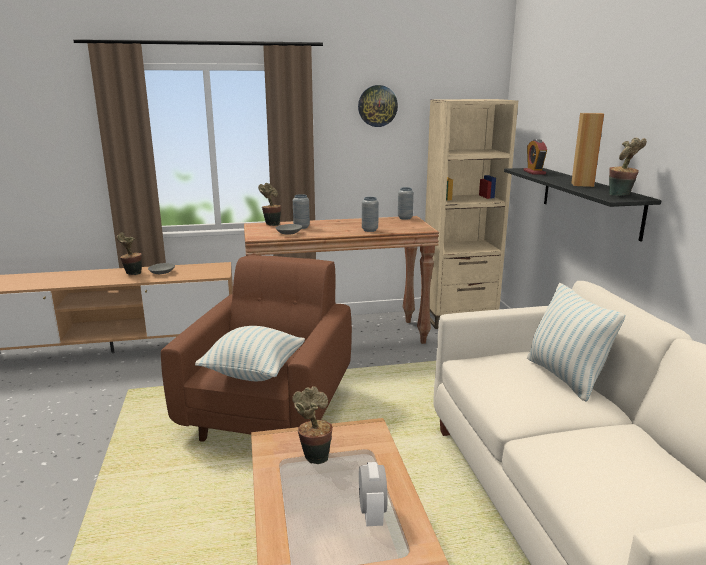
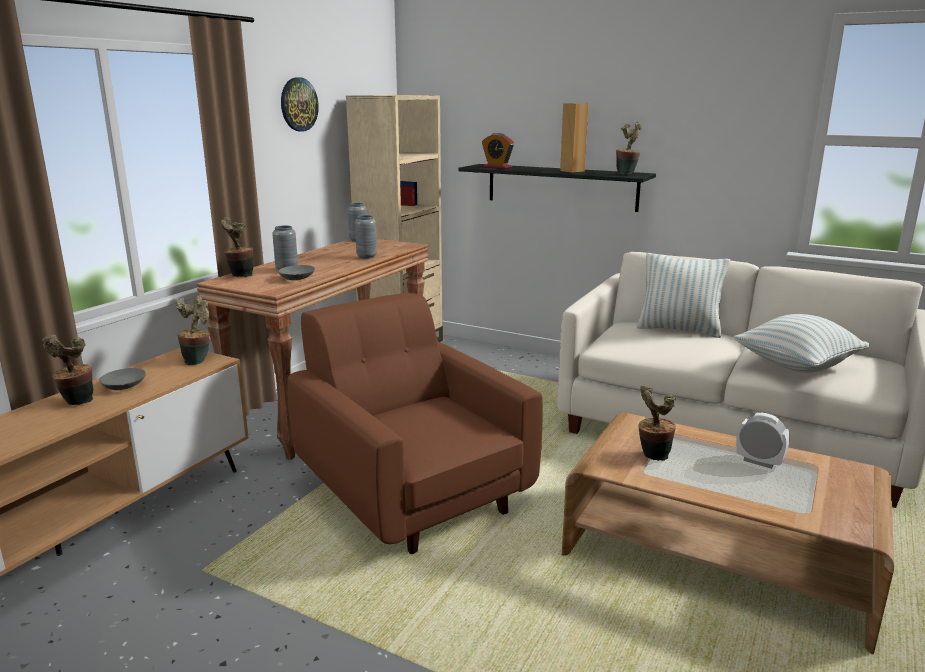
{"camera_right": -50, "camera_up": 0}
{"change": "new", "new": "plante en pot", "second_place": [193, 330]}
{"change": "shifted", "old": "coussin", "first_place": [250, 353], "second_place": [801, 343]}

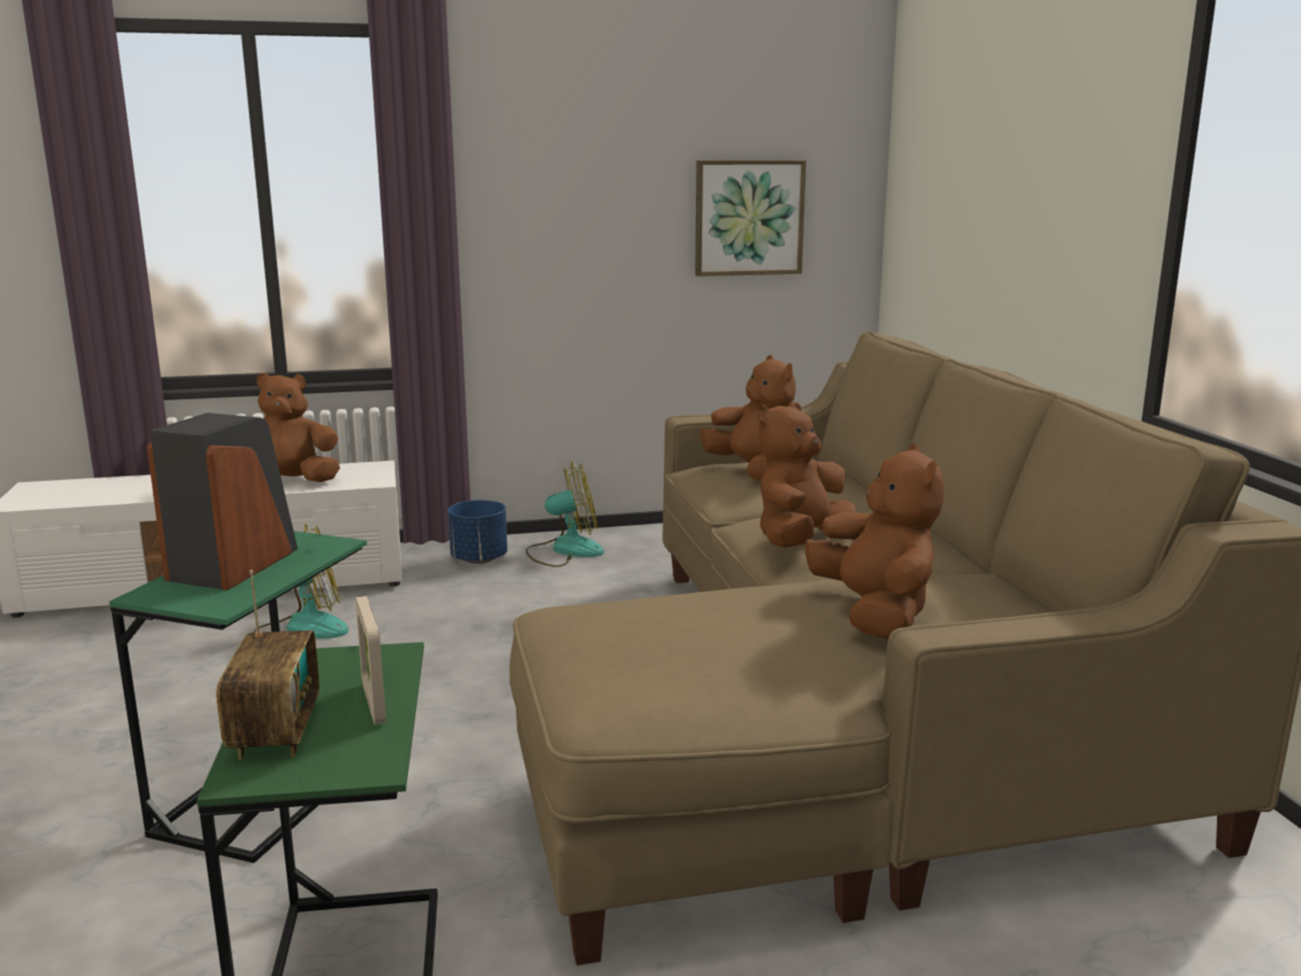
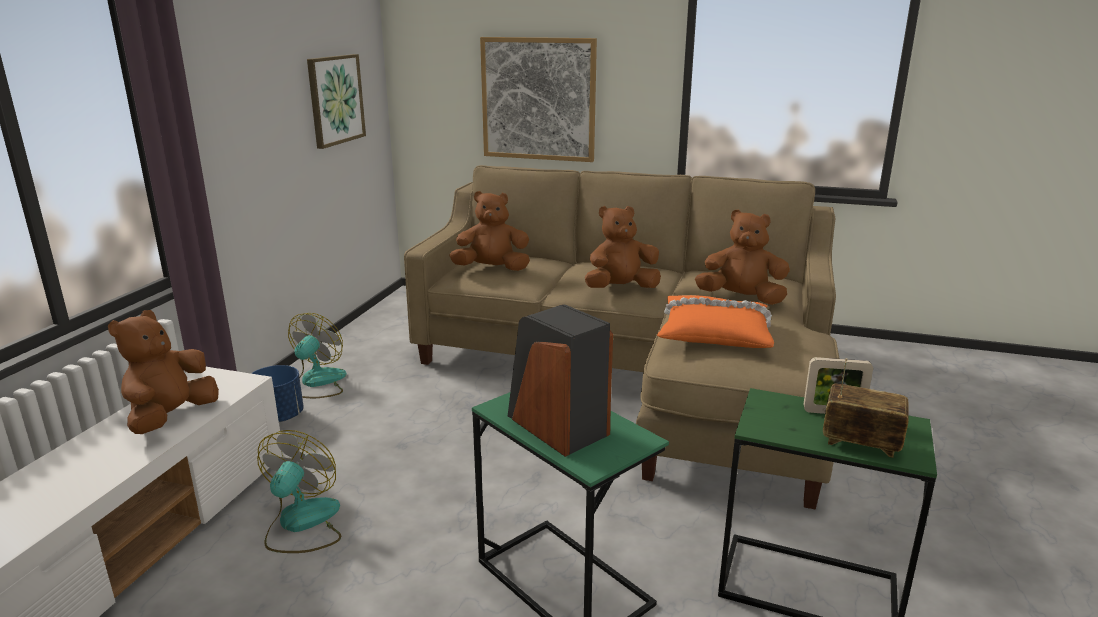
{"camera_right": -60, "camera_up": 5}
{"change": "new", "new": "tableau", "second_place": [538, 99]}
{"change": "rotated", "old": "peluche/marron", "first_place": [807, 474], "second_place": [623, 247], "degrees": 90}
{"change": "new", "new": "coussin/orange", "second_place": [715, 321]}

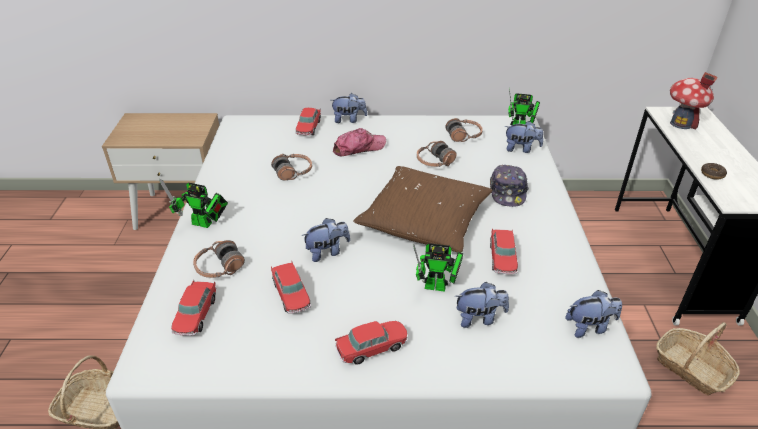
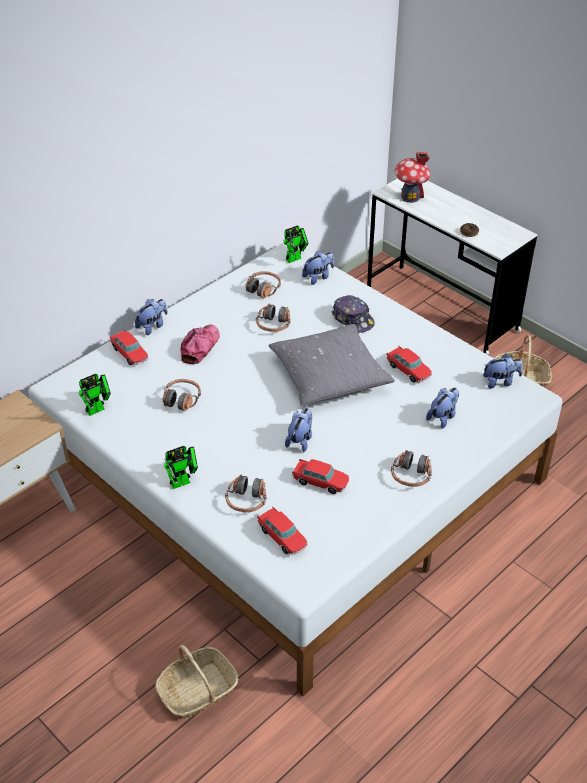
{"camera_right": -45, "camera_up": 5}
{"change": "shifted", "old": "robot jouet", "first_place": [438, 267], "second_place": [95, 395]}
{"change": "repainted", "old": "coussin/marron", "new": "coussin/gris", "first_place": [423, 209], "second_place": [331, 365]}
{"change": "swapped", "old": "petite voiture", "new": "casque audio", "first_place": [371, 343], "second_place": [411, 468]}
{"change": "rotated", "old": "peluche", "first_place": [593, 314], "second_place": [503, 371], "degrees": 45}

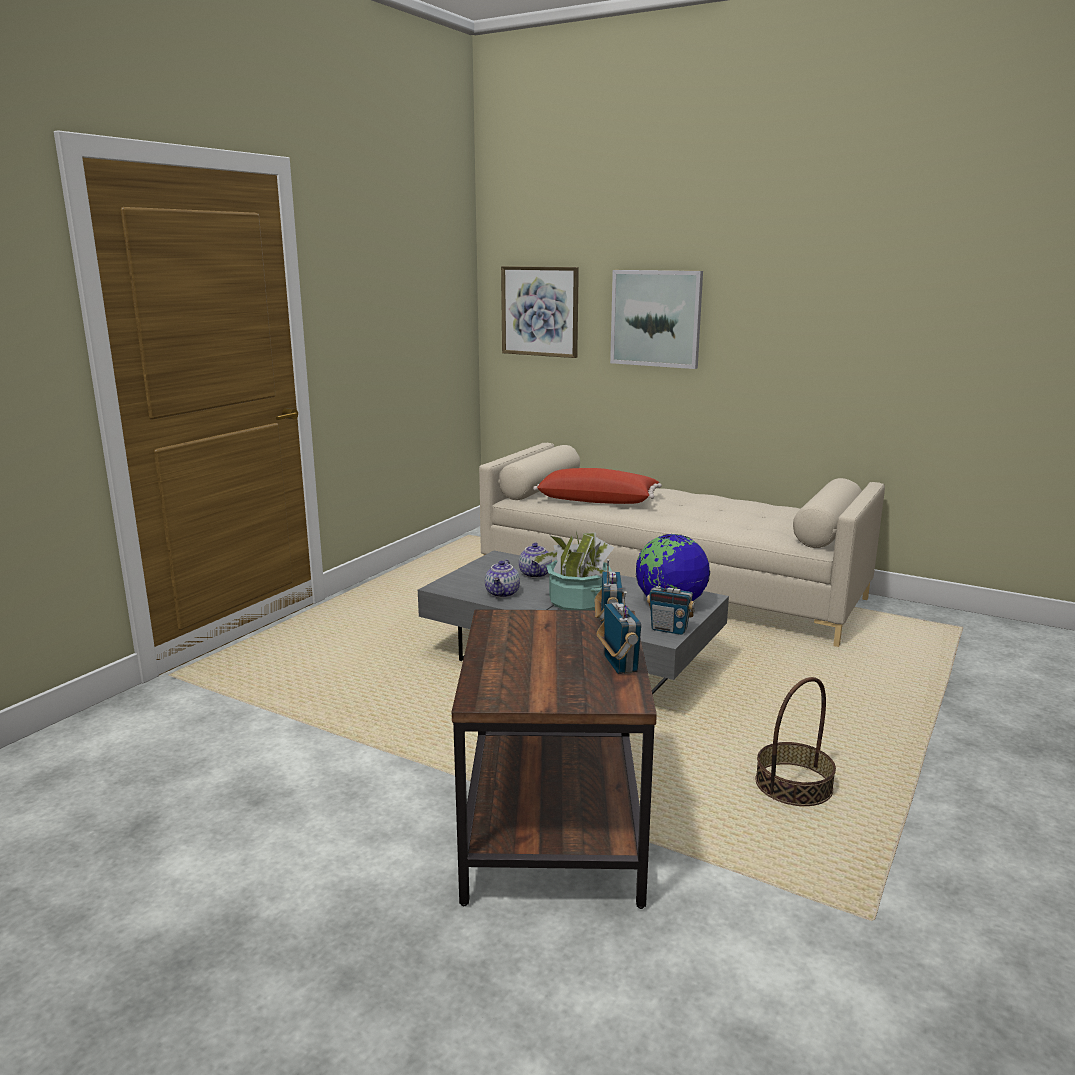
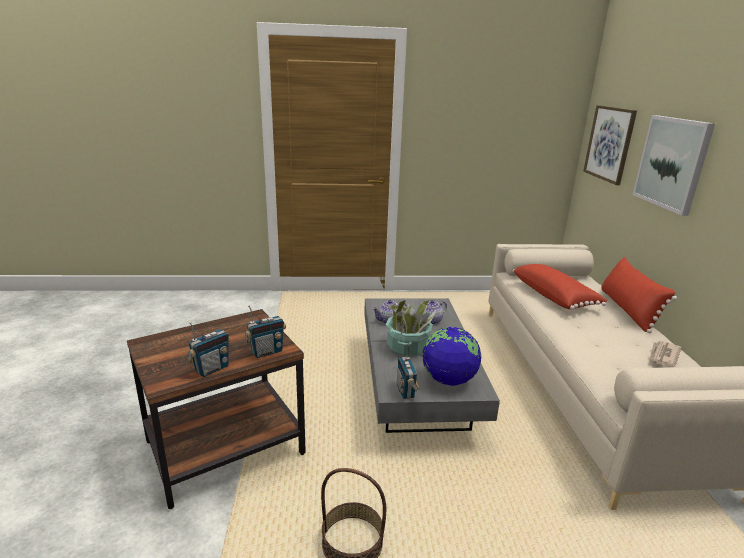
{"camera_right": 55, "camera_up": 5}
{"change": "new", "new": "coussin/rouge", "second_place": [639, 295]}
{"change": "new", "new": "journal", "second_place": [665, 354]}

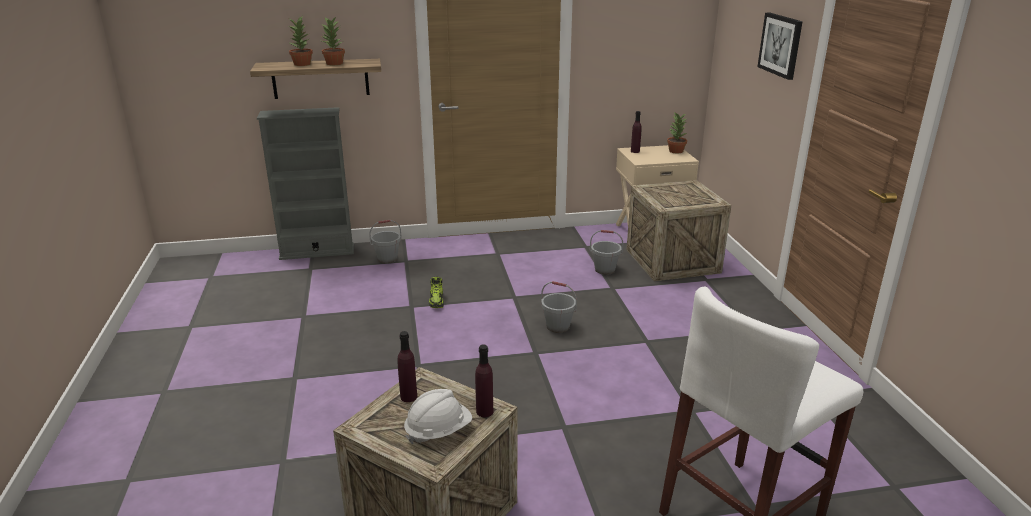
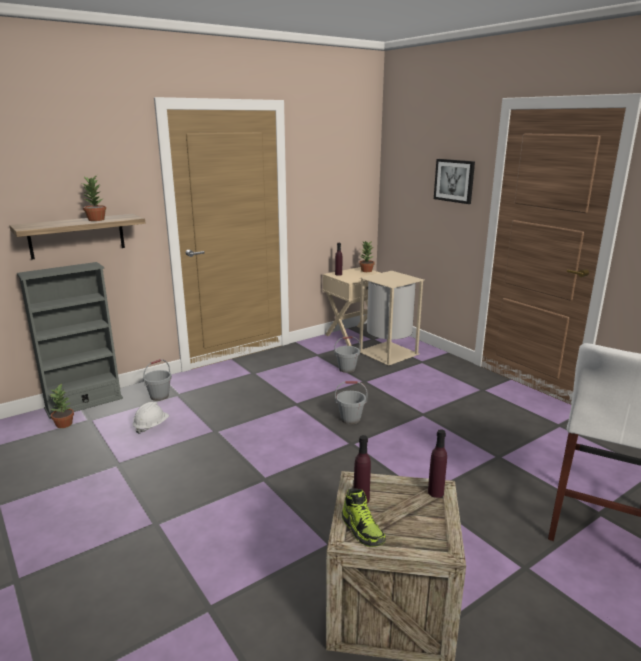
{"camera_right": -25, "camera_up": -5}
{"change": "shifted", "old": "plante en pot", "first_place": [301, 41], "second_place": [61, 406]}
{"change": "shifted", "old": "casque de chantier/blanc", "first_place": [438, 416], "second_place": [151, 418]}
{"change": "shifted", "old": "chaussure", "first_place": [436, 292], "second_place": [364, 518]}
{"change": "swapped", "old": "caisse", "new": "poubelle/beige", "first_place": [679, 230], "second_place": [391, 318]}

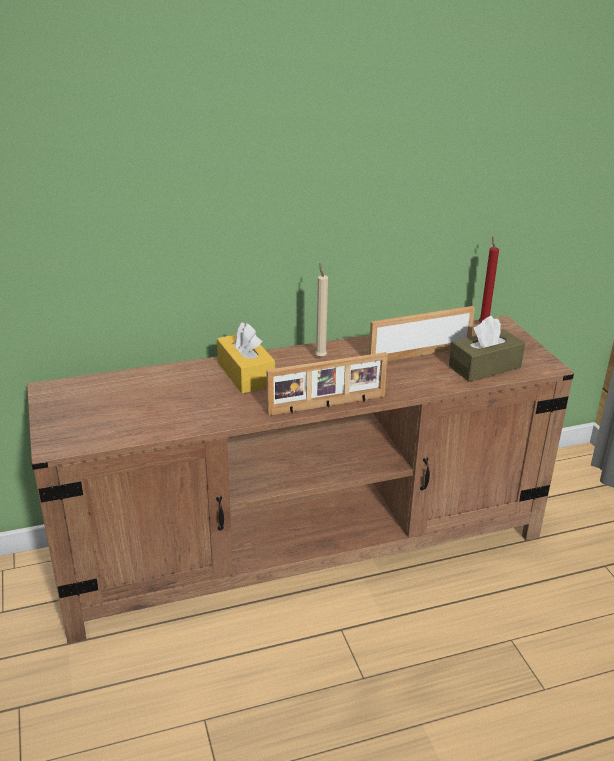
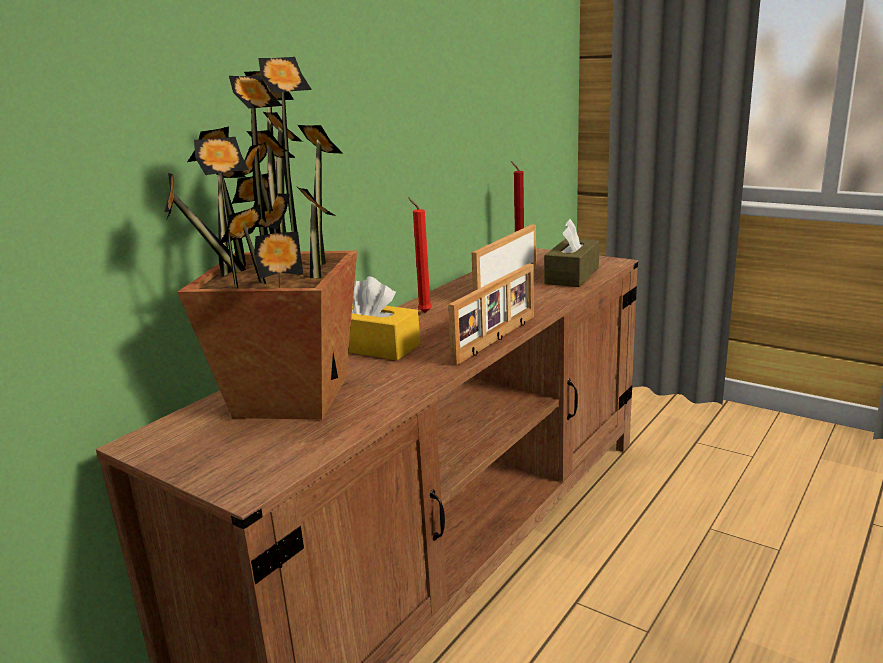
{"camera_right": -35, "camera_up": -10}
{"change": "new", "new": "plante en pot", "second_place": [261, 238]}
{"change": "repainted", "old": "bougie/beige", "new": "bougie/rouge", "first_place": [321, 311], "second_place": [420, 255]}

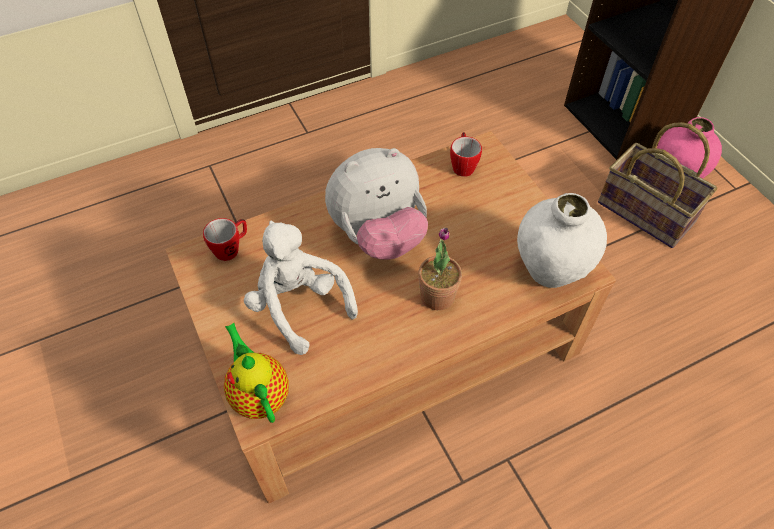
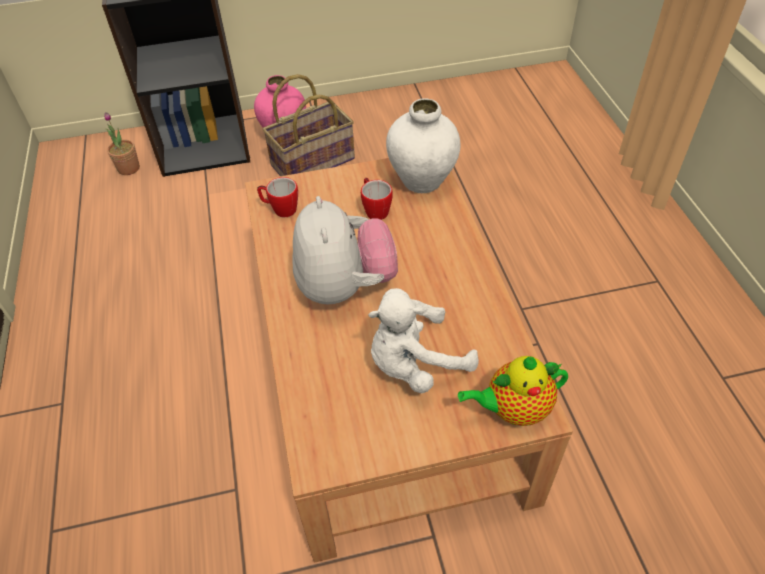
{"camera_right": -75, "camera_up": -5}
{"change": "shifted", "old": "plante en pot", "first_place": [440, 269], "second_place": [122, 143]}
{"change": "shifted", "old": "mug", "first_place": [225, 239], "second_place": [377, 199]}

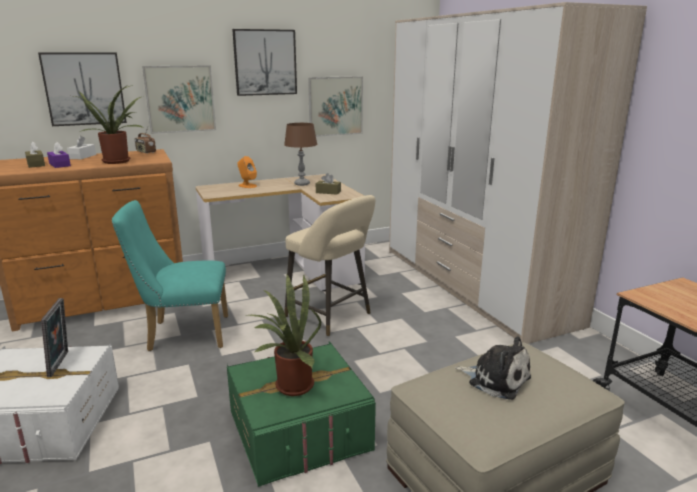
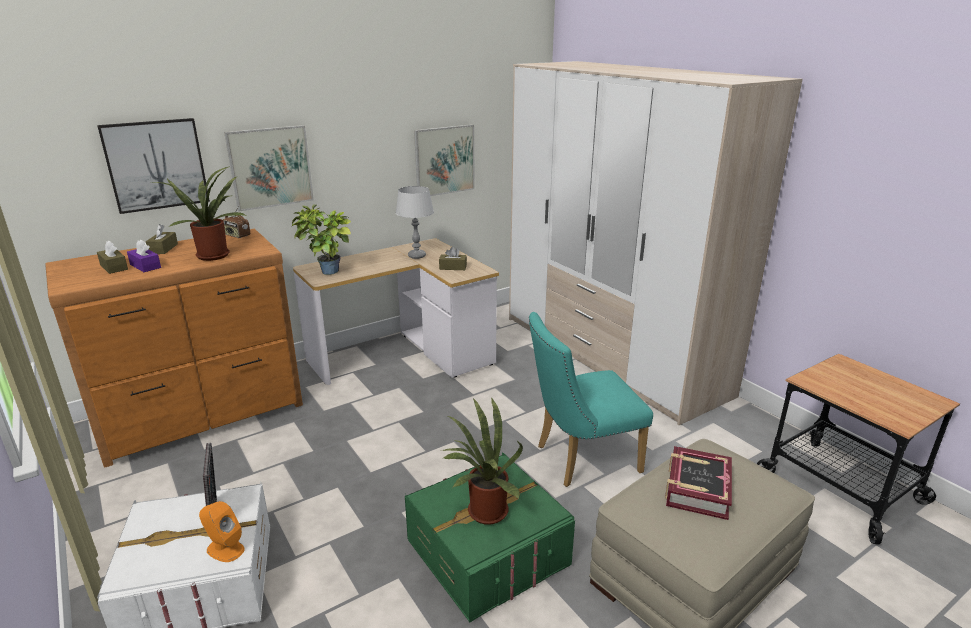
{"camera_right": -10, "camera_up": 5}
{"change": "repainted", "old": "boîte à mouchoirs/blanc", "new": "boîte à mouchoirs/marron", "first_place": [81, 147], "second_place": [162, 239]}
{"change": "shifted", "old": "enceinte/orange", "first_place": [247, 172], "second_place": [221, 531]}
{"change": "new", "new": "plante en pot", "second_place": [321, 240]}
{"change": "repainted", "old": "lampe de table/marron", "new": "lampe de table/gris", "first_place": [300, 154], "second_place": [415, 222]}
{"change": "shifted", "old": "chaise/turquoise", "first_place": [170, 275], "second_place": [591, 399]}
{"change": "swapped", "old": "peluche", "new": "livre", "first_place": [493, 368], "second_place": [698, 483]}
{"change": "gone", "old": "tableau", "first_place": [264, 62]}
{"change": "gone", "old": "tabouret/beige", "first_place": [329, 266]}

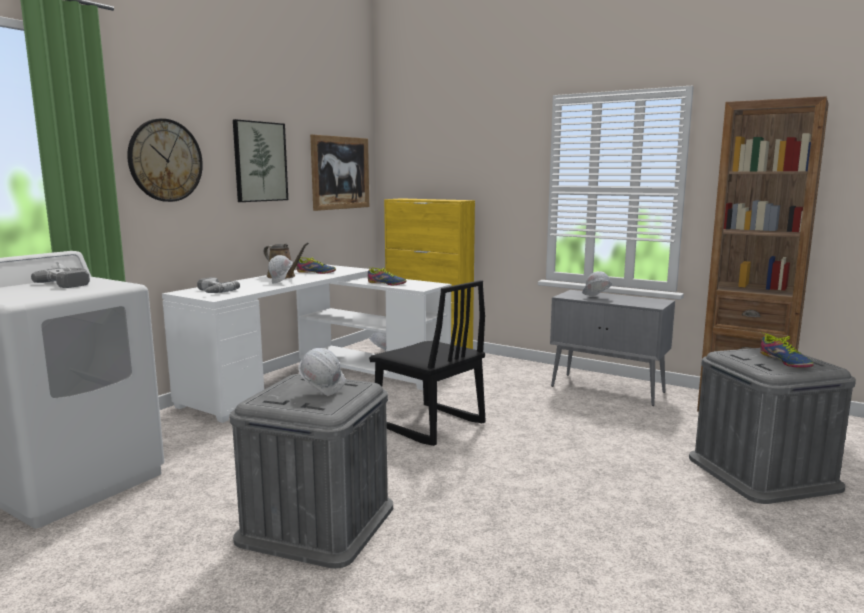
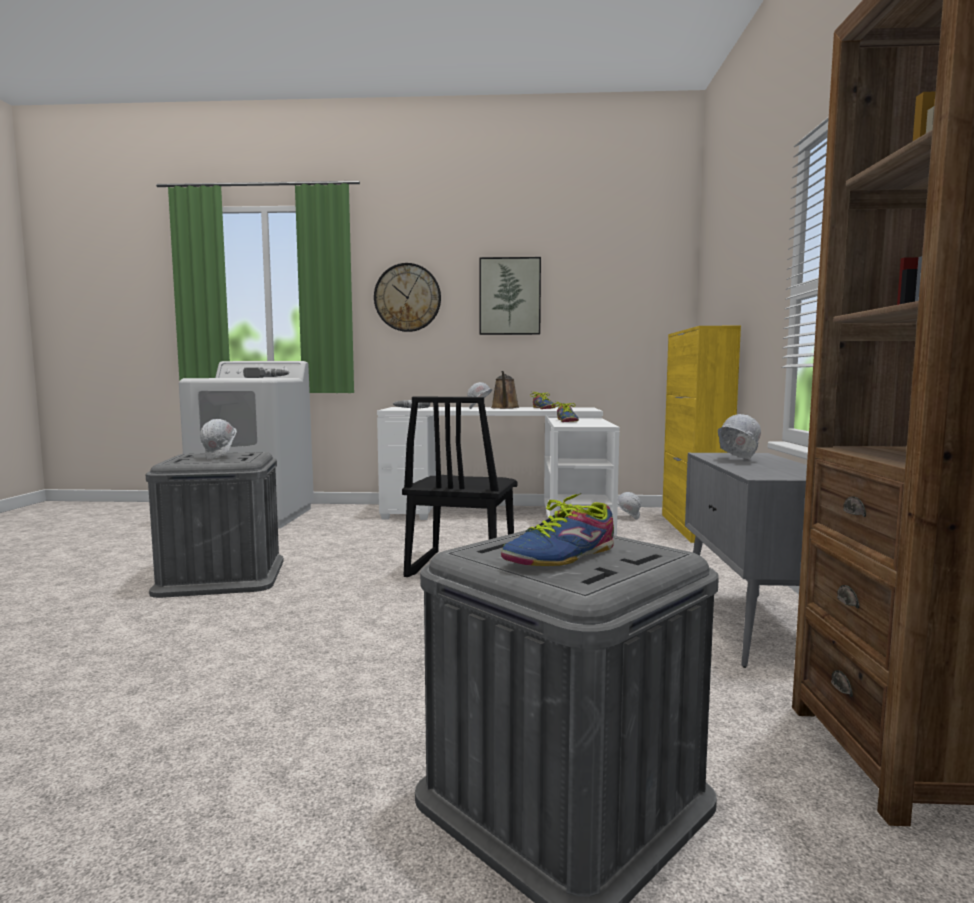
{"camera_right": 60, "camera_up": -5}
{"change": "gone", "old": "tableau", "first_place": [339, 173]}

